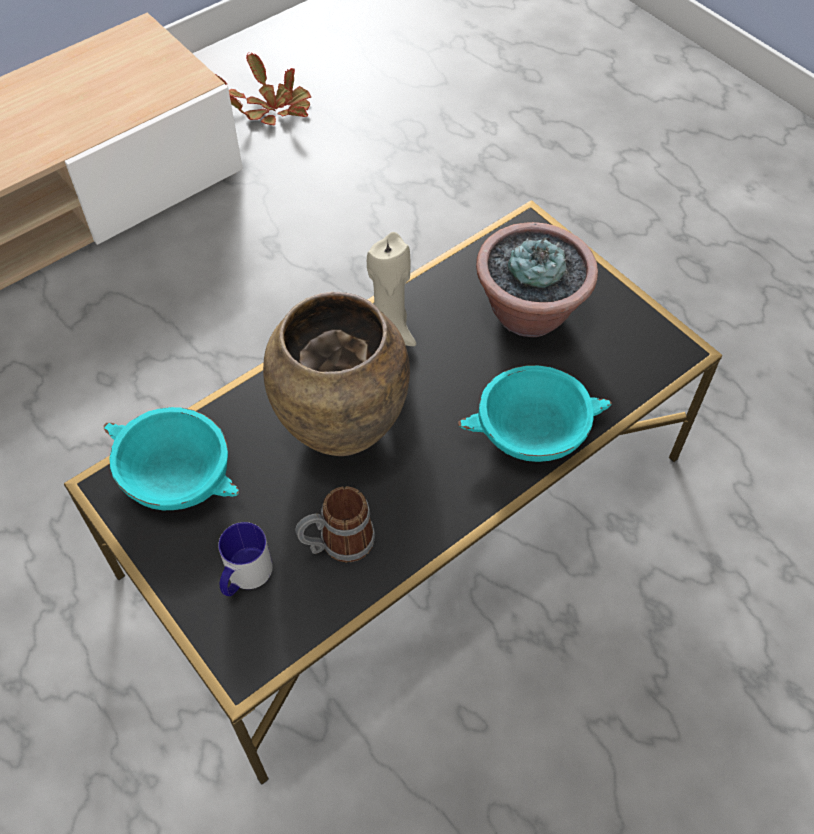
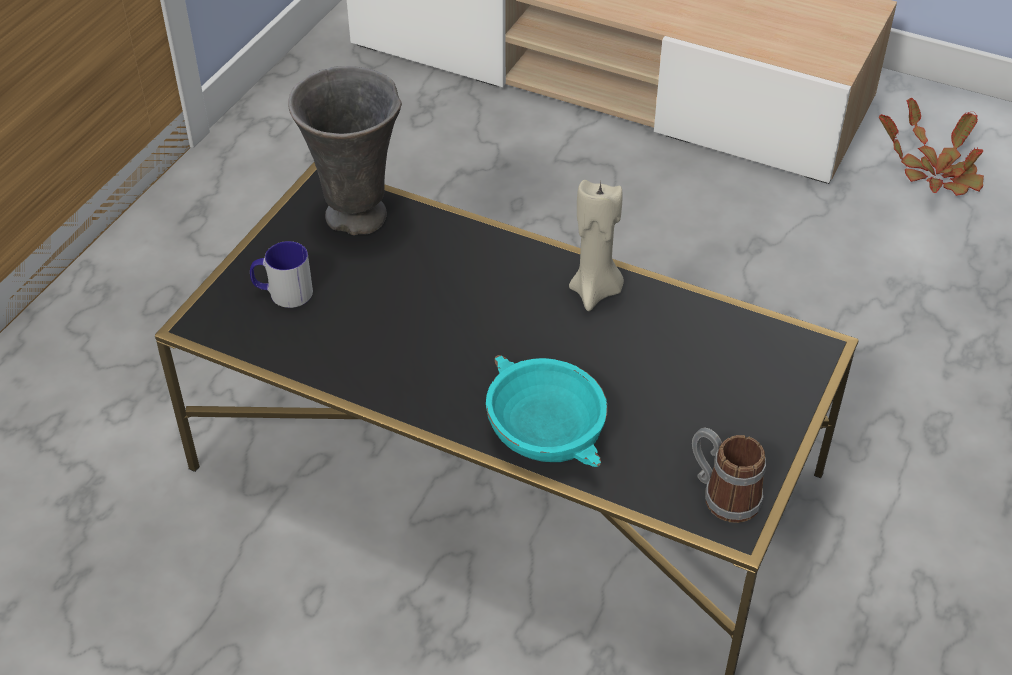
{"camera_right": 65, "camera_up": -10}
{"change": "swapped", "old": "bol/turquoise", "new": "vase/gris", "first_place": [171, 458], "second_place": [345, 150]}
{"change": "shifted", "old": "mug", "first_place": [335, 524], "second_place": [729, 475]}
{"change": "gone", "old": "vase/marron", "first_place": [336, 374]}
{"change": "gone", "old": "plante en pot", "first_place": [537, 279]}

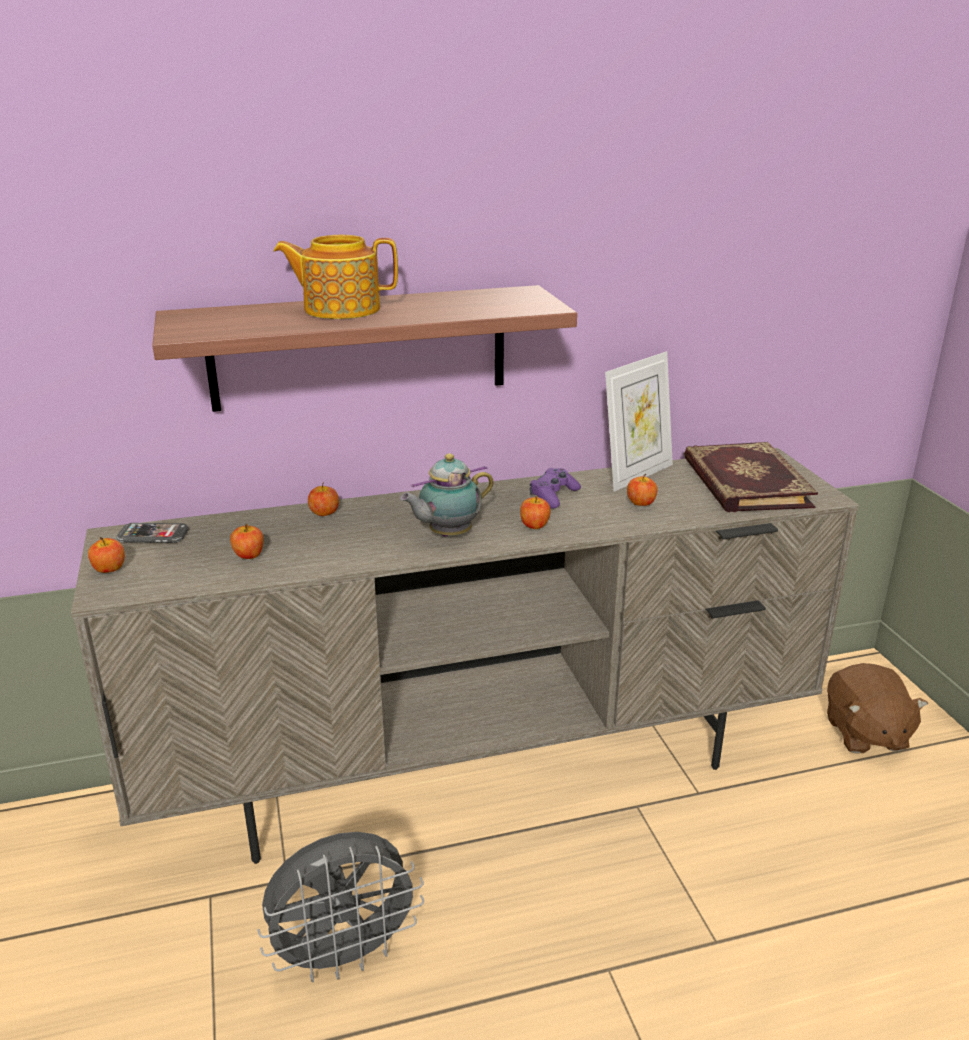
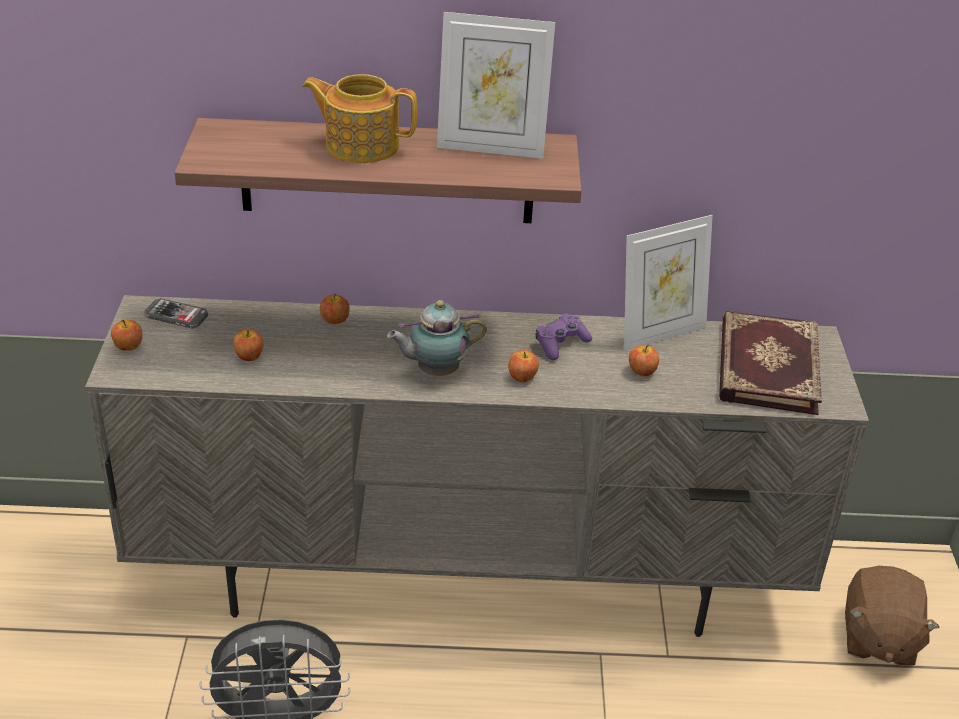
{"camera_right": 15, "camera_up": 10}
{"change": "new", "new": "cadre photo", "second_place": [496, 85]}

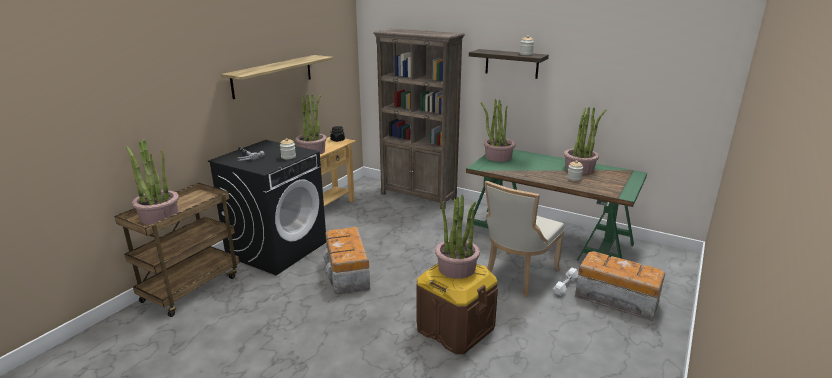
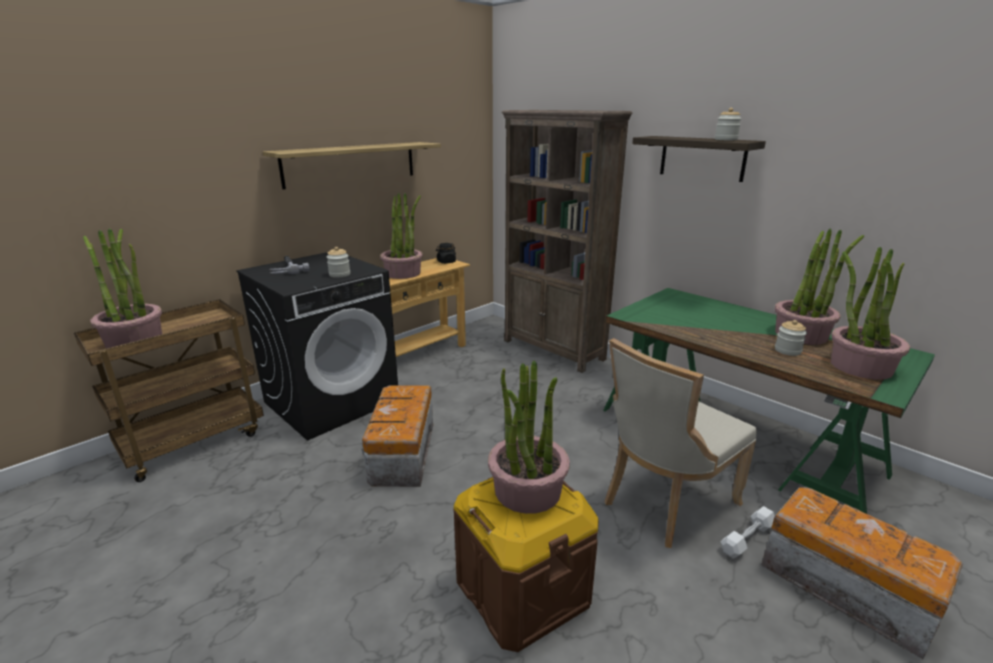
{"camera_right": 15, "camera_up": 0}
{"change": "shifted", "old": "plante en pot", "first_place": [498, 130], "second_place": [870, 313]}

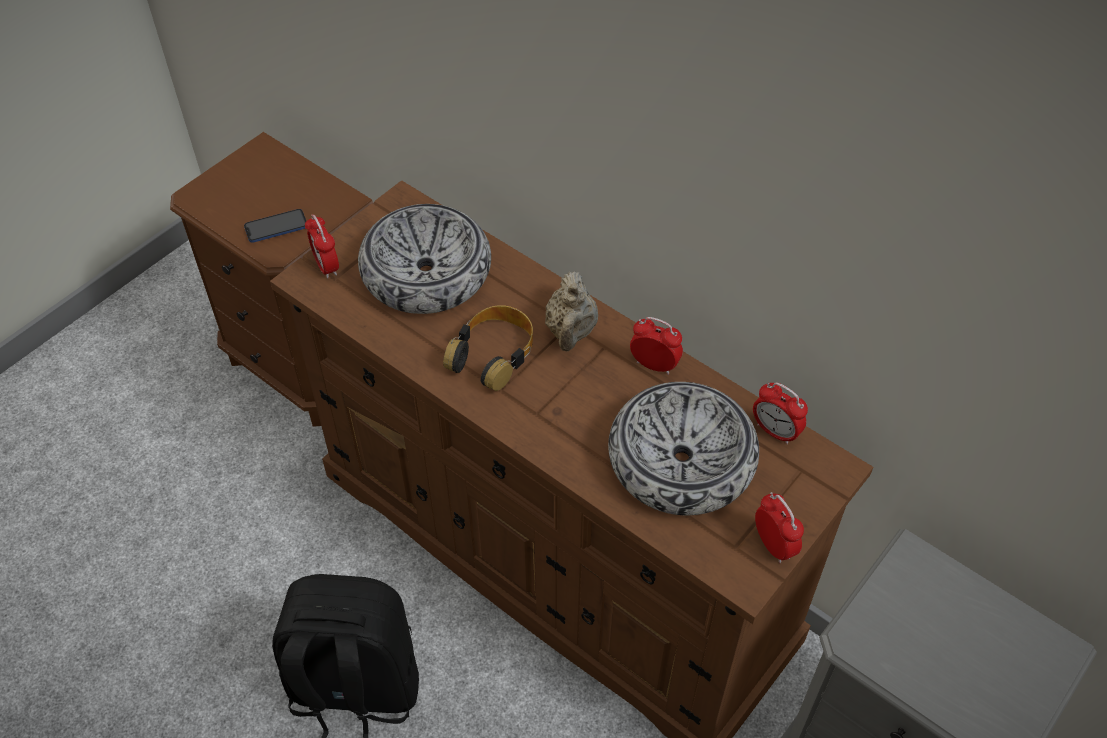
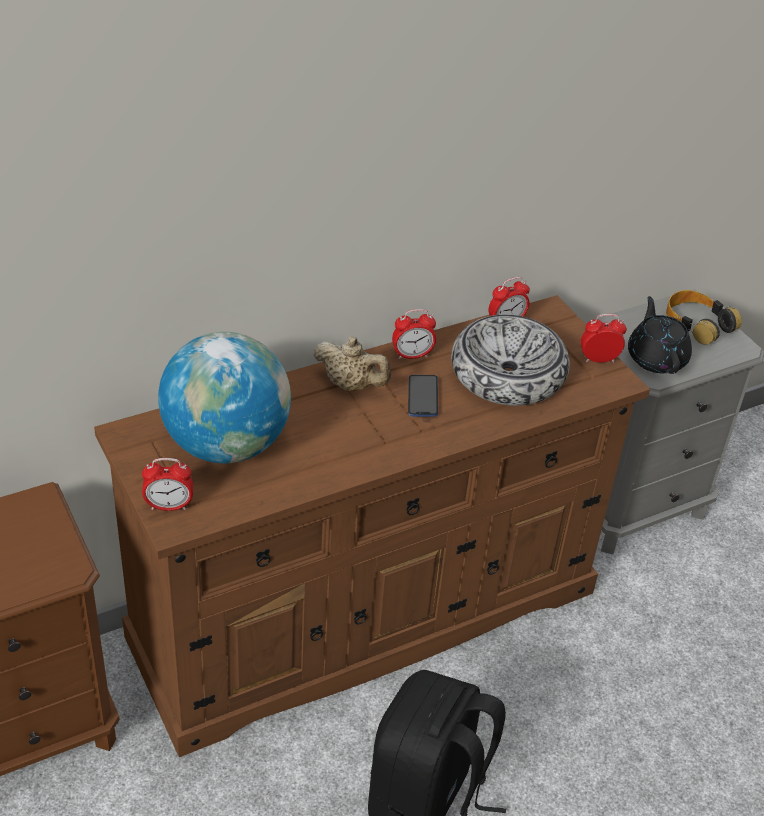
{"camera_right": -70, "camera_up": -10}
{"change": "swapped", "old": "bol", "new": "globe", "first_place": [424, 259], "second_place": [224, 398]}
{"change": "rotated", "old": "réveil", "first_place": [656, 346], "second_place": [414, 334], "degrees": -150}
{"change": "shifted", "old": "téléphone", "first_place": [275, 226], "second_place": [423, 396]}
{"change": "new", "new": "théière/noir", "second_place": [660, 335]}
{"change": "shifted", "old": "casque audio", "first_place": [488, 348], "second_place": [704, 317]}

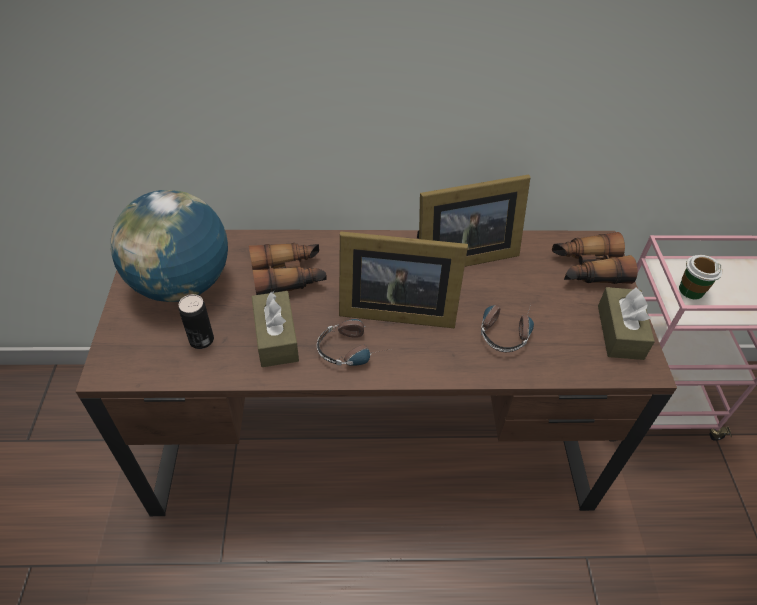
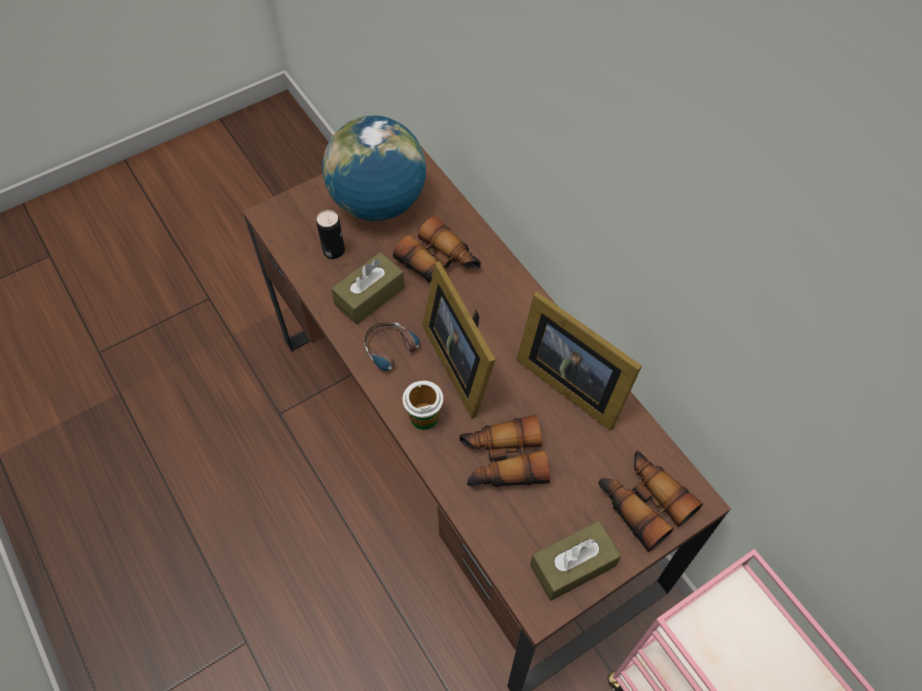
{"camera_right": 60, "camera_up": 10}
{"change": "shifted", "old": "tasse", "first_place": [701, 277], "second_place": [423, 405]}
{"change": "swapped", "old": "casque audio", "new": "jumelles", "first_place": [507, 328], "second_place": [504, 451]}

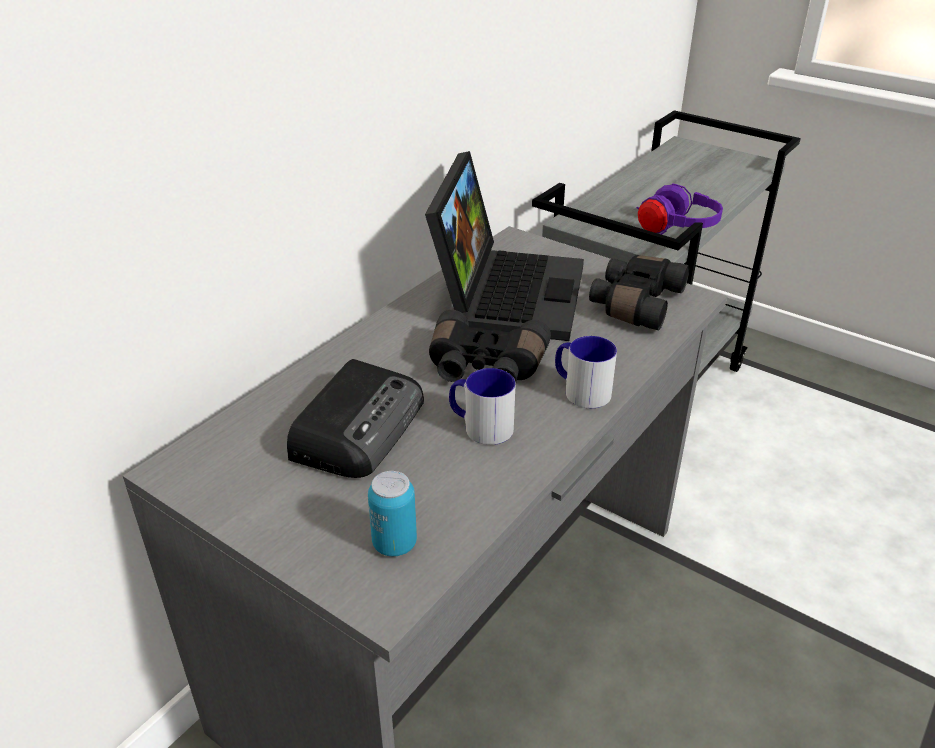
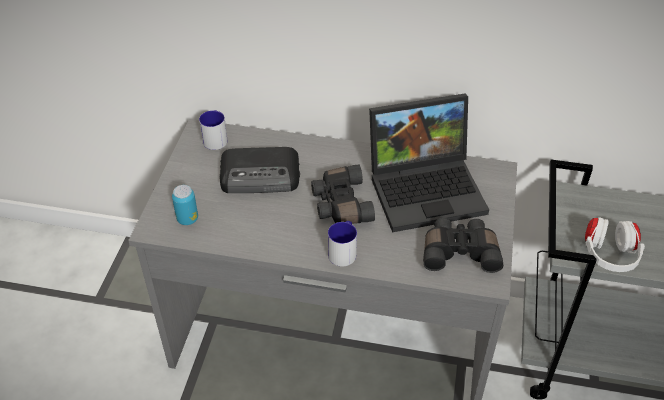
{"camera_right": 65, "camera_up": 10}
{"change": "shifted", "old": "mug", "first_place": [482, 406], "second_place": [213, 130]}
{"change": "repainted", "old": "casque audio/violet", "new": "casque audio/blanc", "first_place": [679, 209], "second_place": [615, 244]}

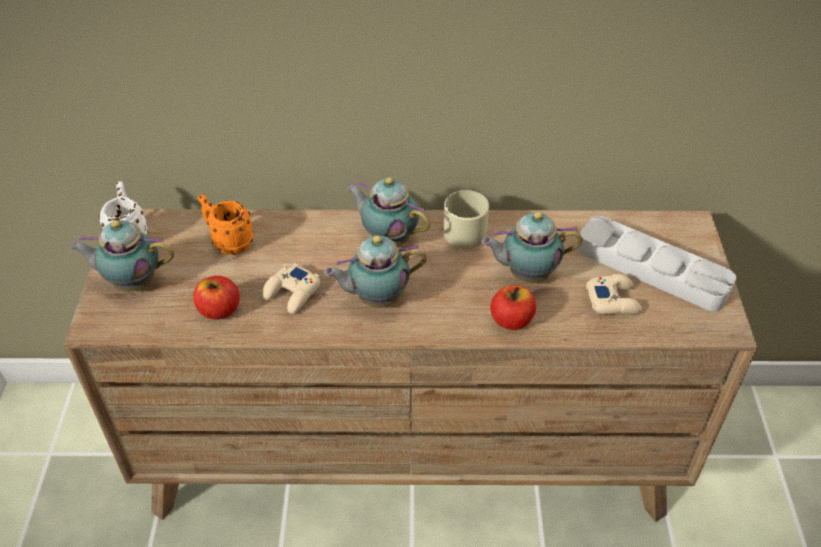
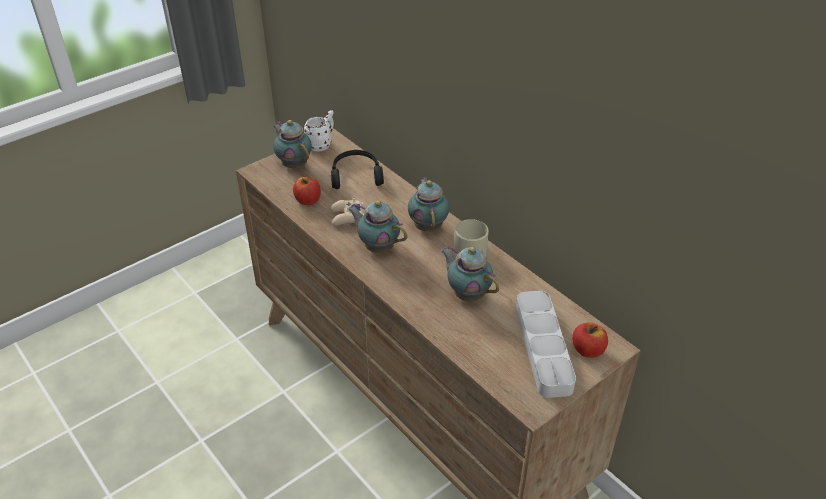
{"camera_right": 50, "camera_up": -5}
{"change": "swapped", "old": "mug/orange", "new": "casque audio/noir", "first_place": [225, 224], "second_place": [357, 169]}
{"change": "shifted", "old": "pomme", "first_place": [513, 307], "second_place": [590, 340]}
{"change": "gone", "old": "manette/beige", "first_place": [614, 294]}

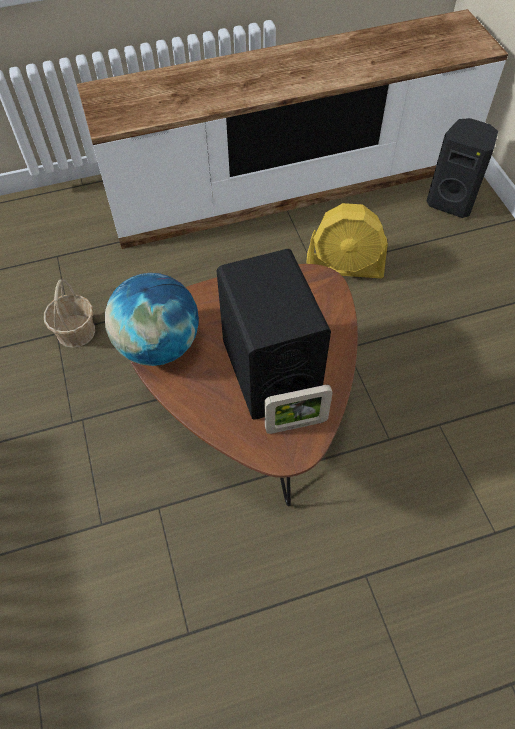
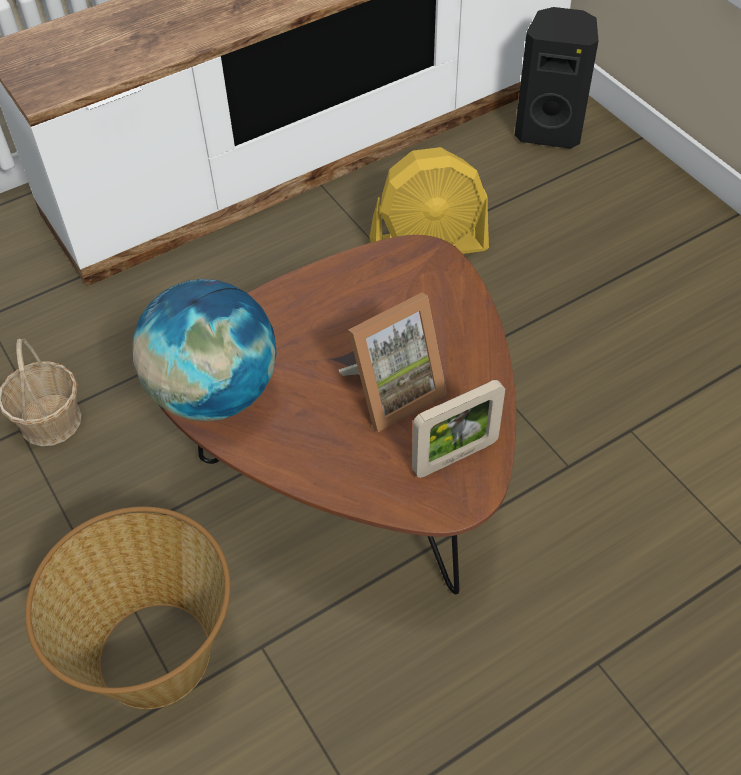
{"camera_right": -15, "camera_up": -5}
{"change": "new", "new": "panier", "second_place": [127, 607]}
{"change": "swapped", "old": "enceinte/noir", "new": "cadre photo", "first_place": [273, 334], "second_place": [393, 362]}

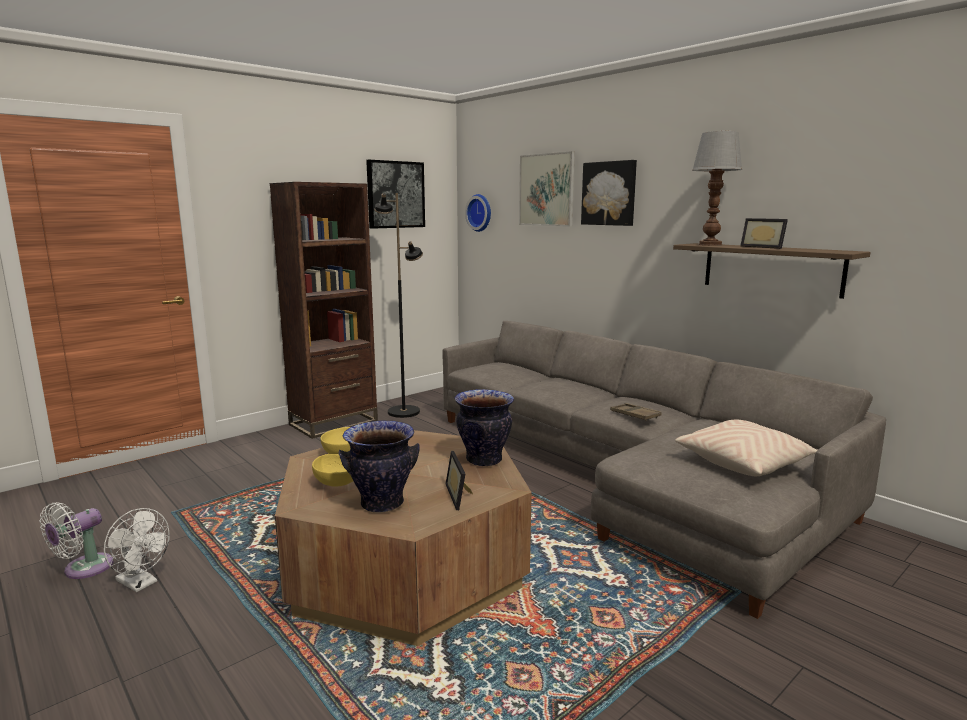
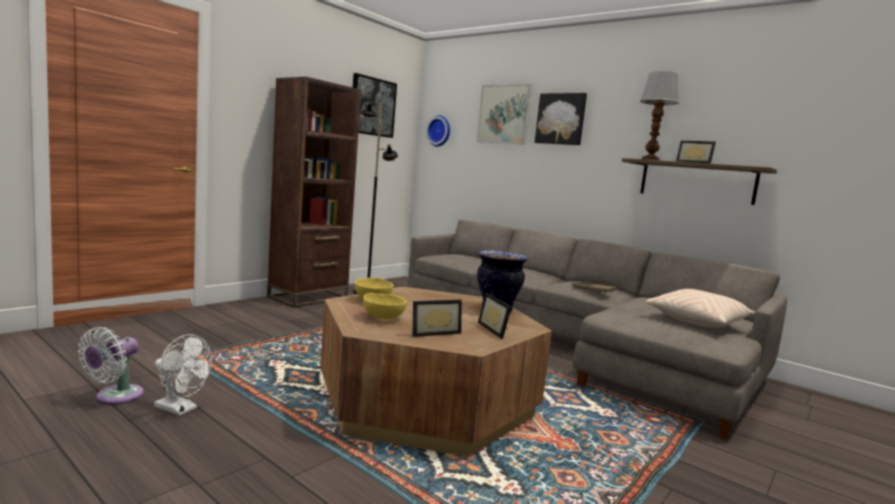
{"camera_right": -10, "camera_up": -5}
{"change": "swapped", "old": "vase", "new": "cadre photo", "first_place": [379, 467], "second_place": [437, 318]}

